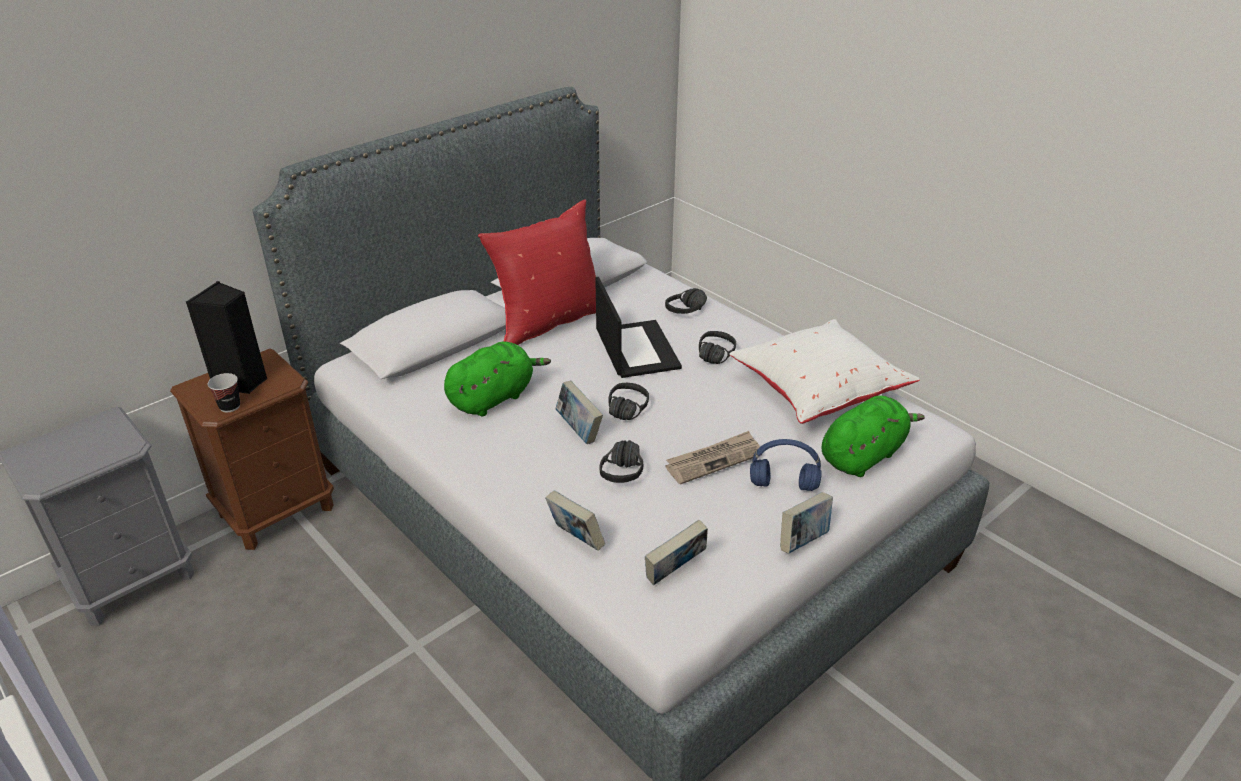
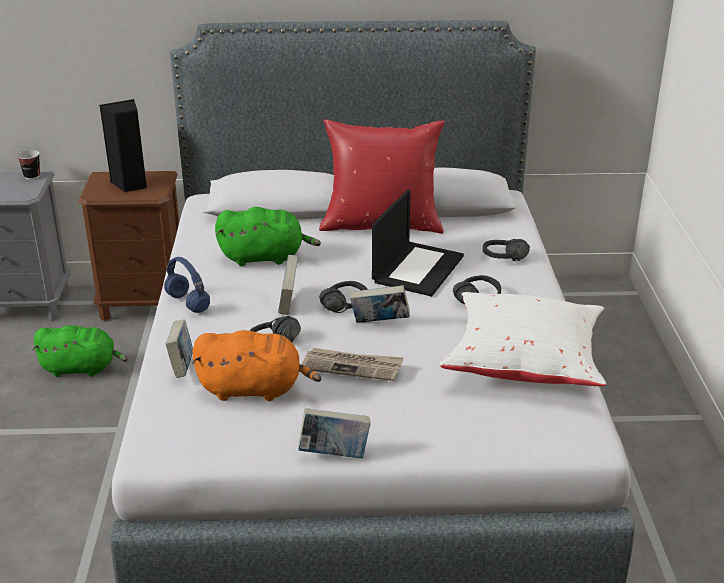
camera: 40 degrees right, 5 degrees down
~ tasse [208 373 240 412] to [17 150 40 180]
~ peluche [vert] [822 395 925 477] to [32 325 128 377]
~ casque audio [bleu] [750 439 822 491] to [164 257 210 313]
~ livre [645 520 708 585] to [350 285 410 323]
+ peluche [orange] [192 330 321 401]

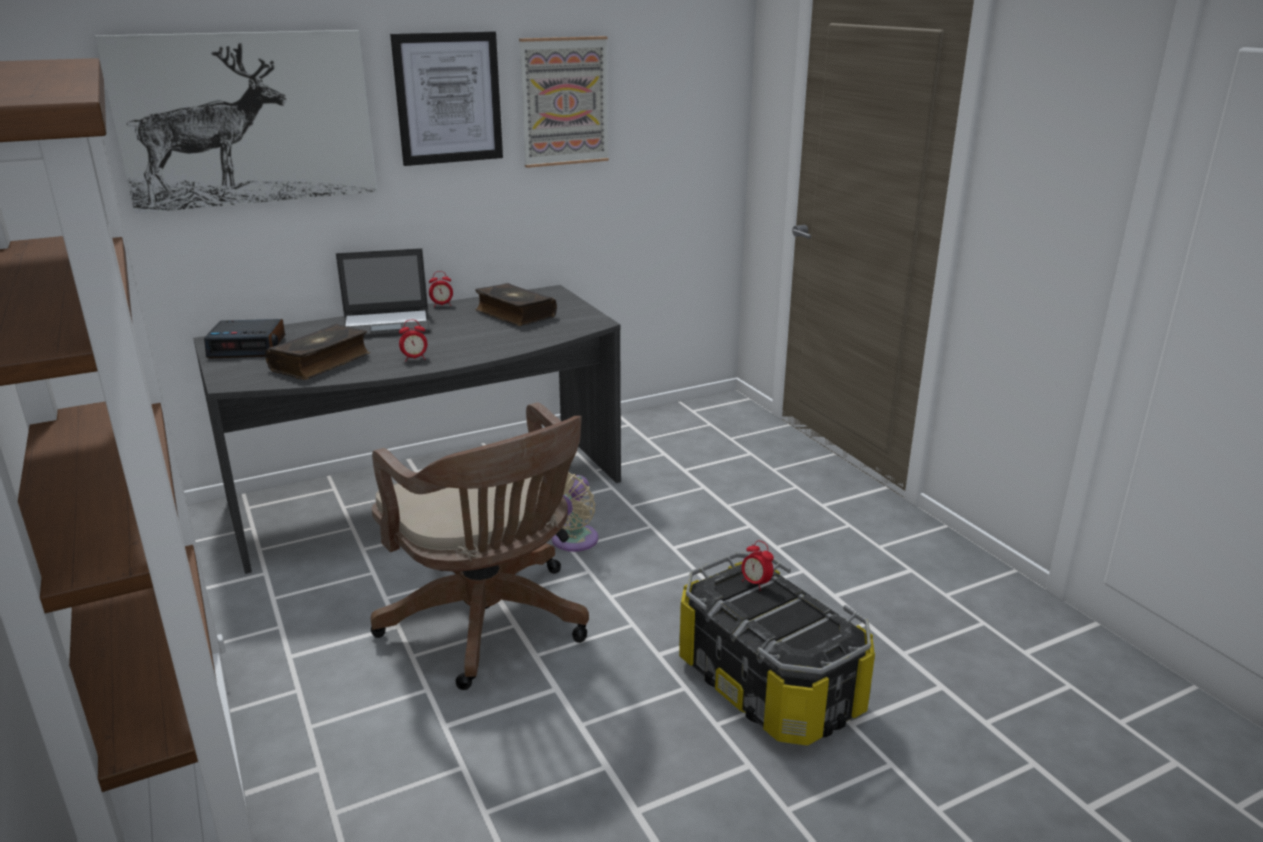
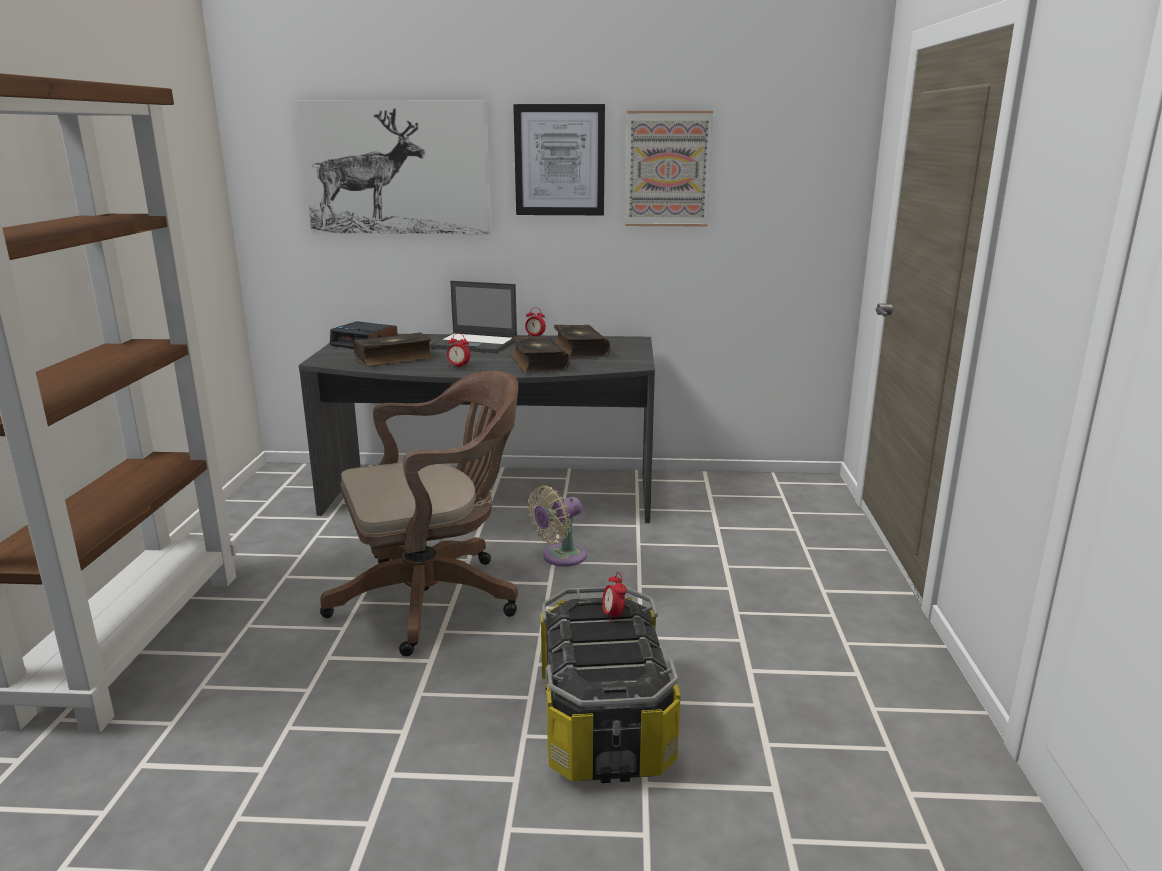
camera: 30 degrees right, 5 degrees down
~ chaise de bureau [marron] [371 402 589 690] = [320 371 519 656] 105 degrees counterclockwise
+ livre [510 336 570 373]

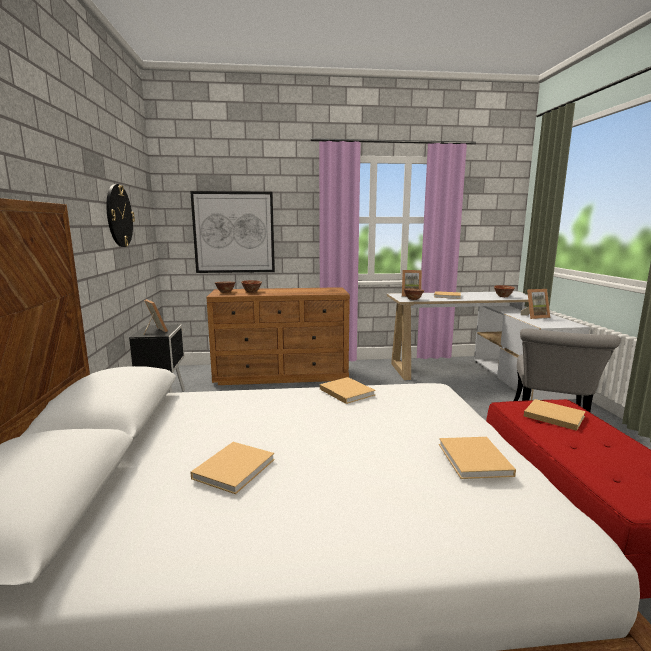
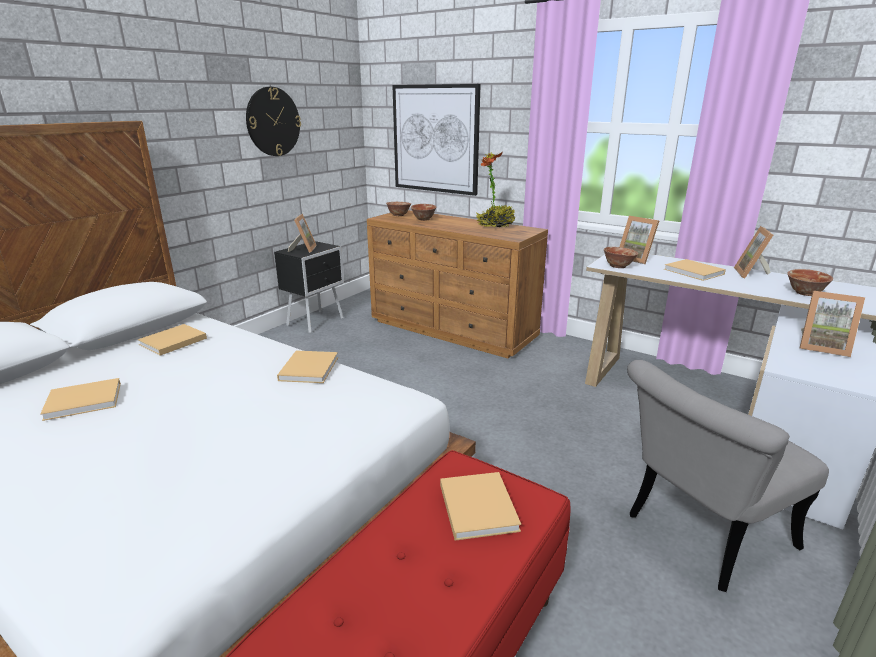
camera: 40 degrees right, 10 degrees up
~ livre [beige] [439 437 516 479] to [138 324 207 356]
+ plante en pot [476 152 515 228]
+ cadre photo [734 226 773 278]

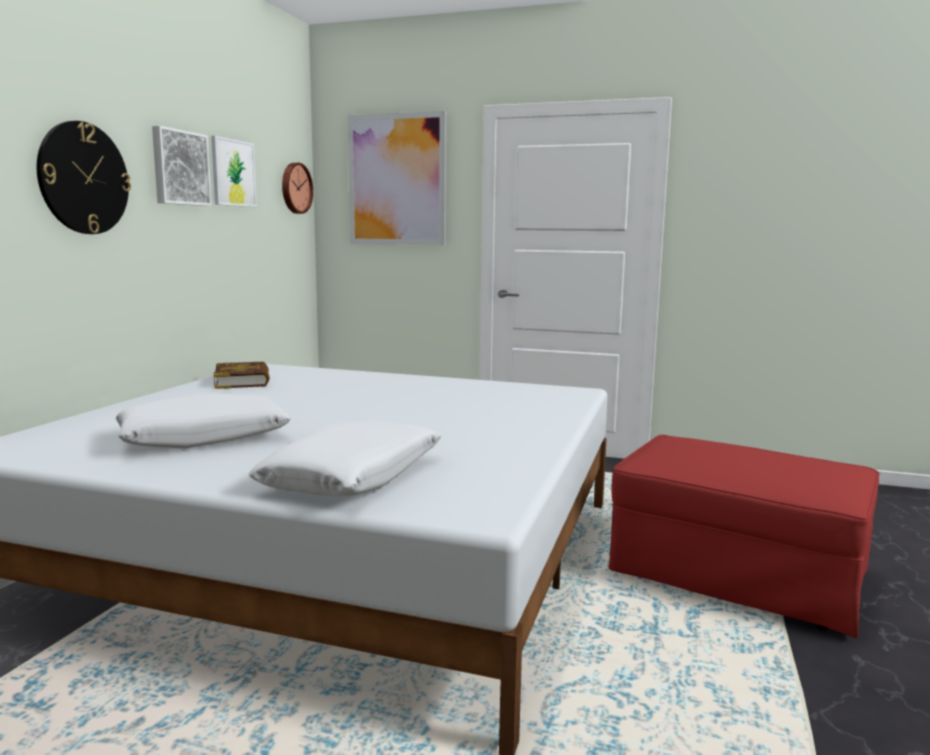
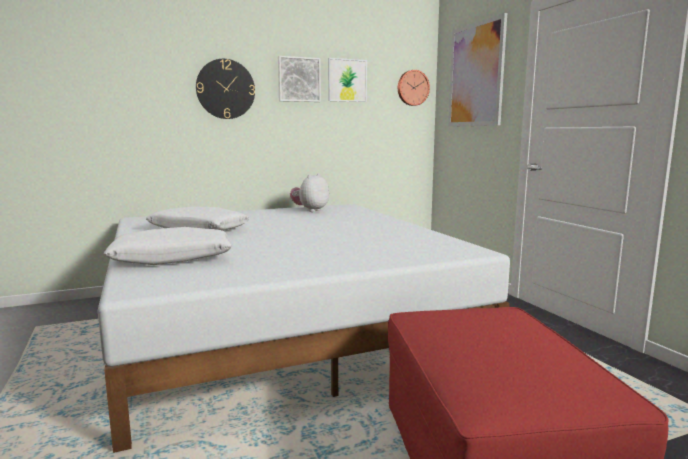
camera: 50 degrees right, 0 degrees up
~ livre [214 362 270 389] to peluche [290 173 329 212]

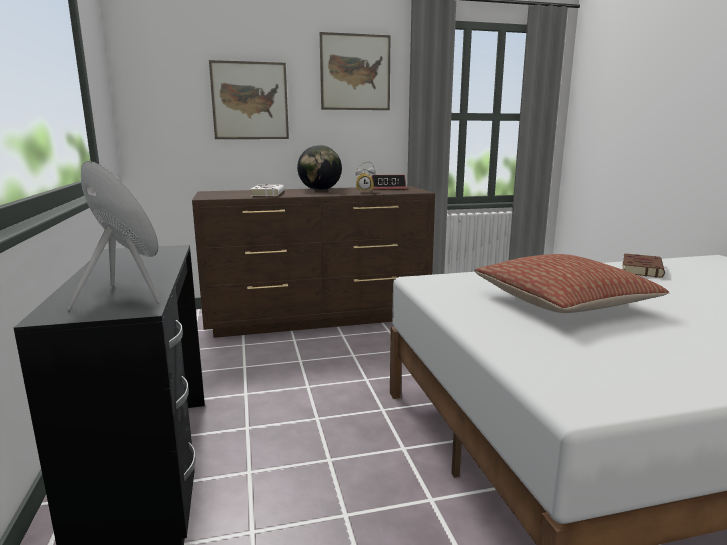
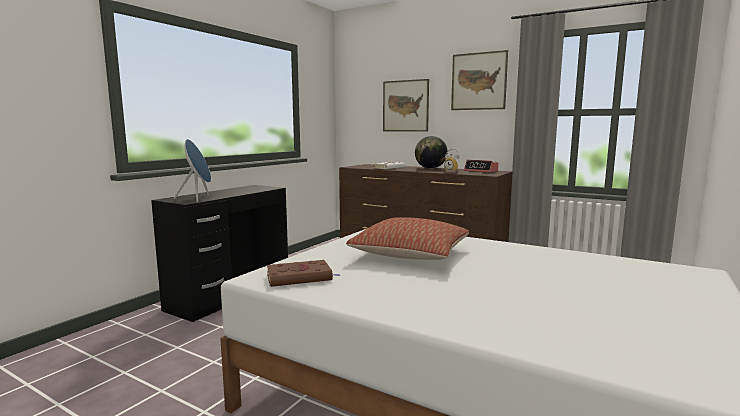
camera: 45 degrees right, 5 degrees down
~ livre [marron] [622 253 665 278] to [267 260 341 287]

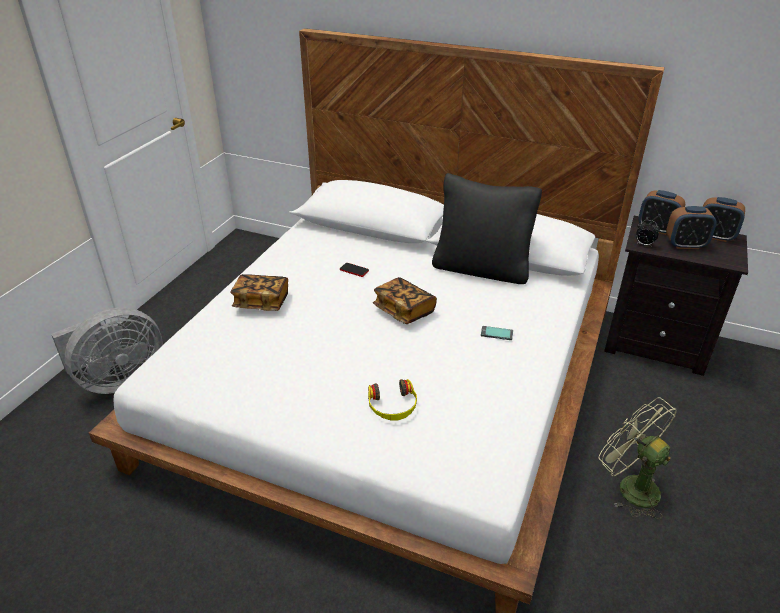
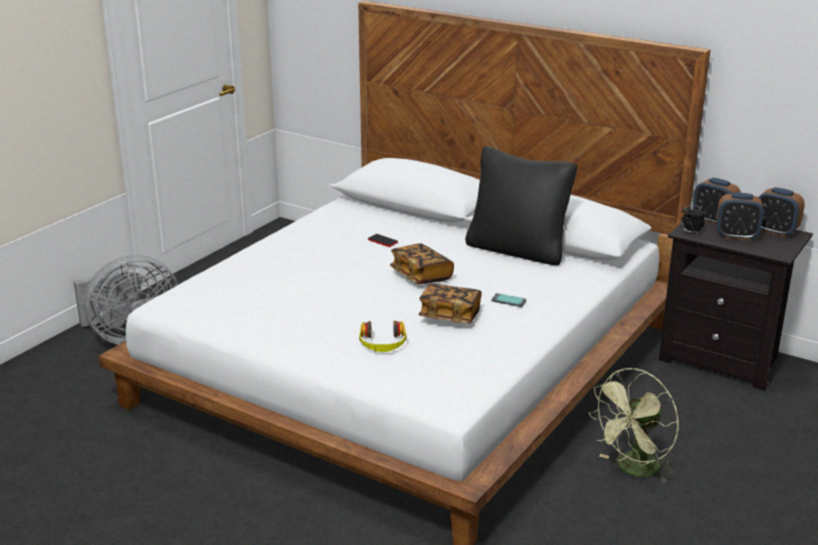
camera: 10 degrees right, 10 degrees down
~ livre [230 274 288 311] to [419 284 482 324]
~ ventilateur [vert] [599 397 678 519] = [588 368 679 483] 105 degrees counterclockwise

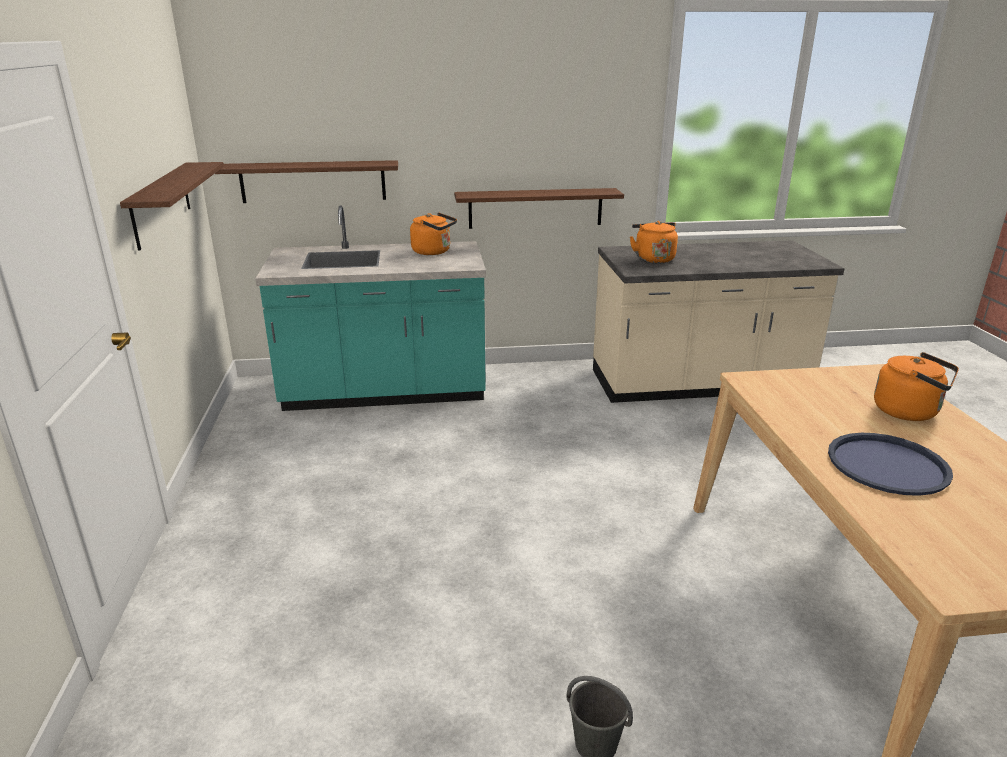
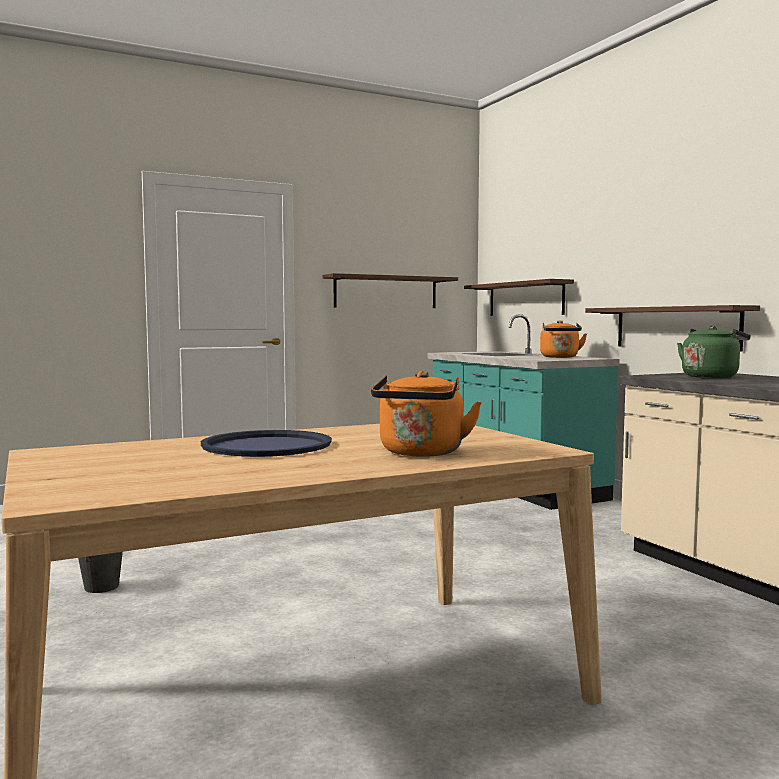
camera: 70 degrees right, 20 degrees down
~ bouilloire [orange] [630 221 678 263] to bouilloire [vert] [677 325 751 378]

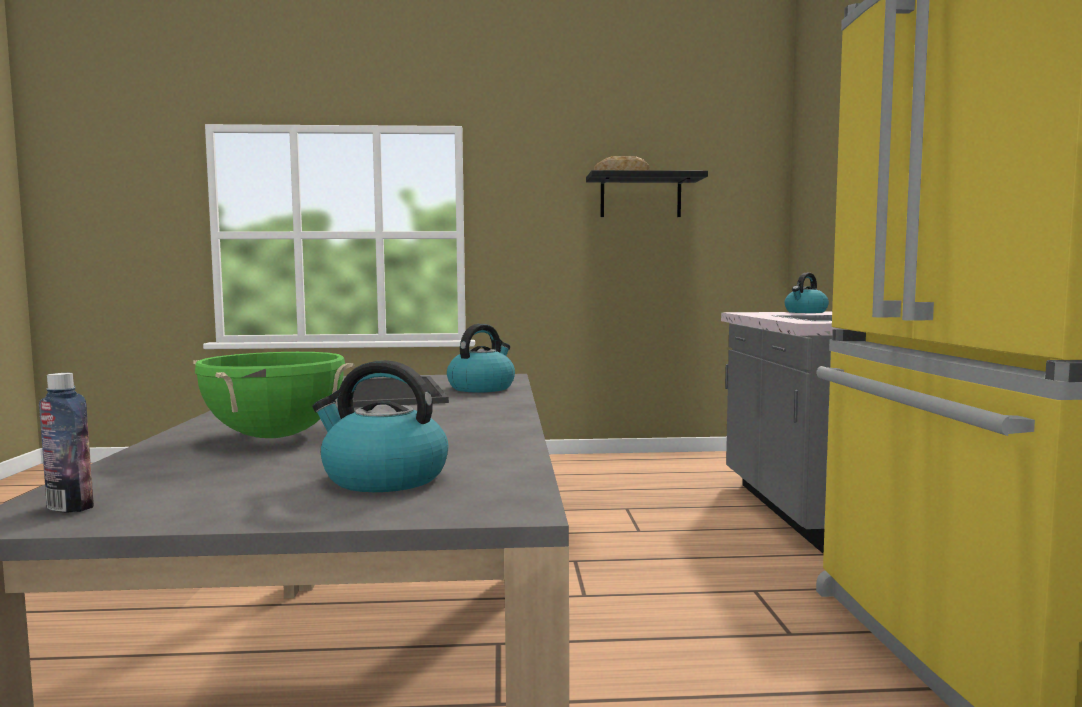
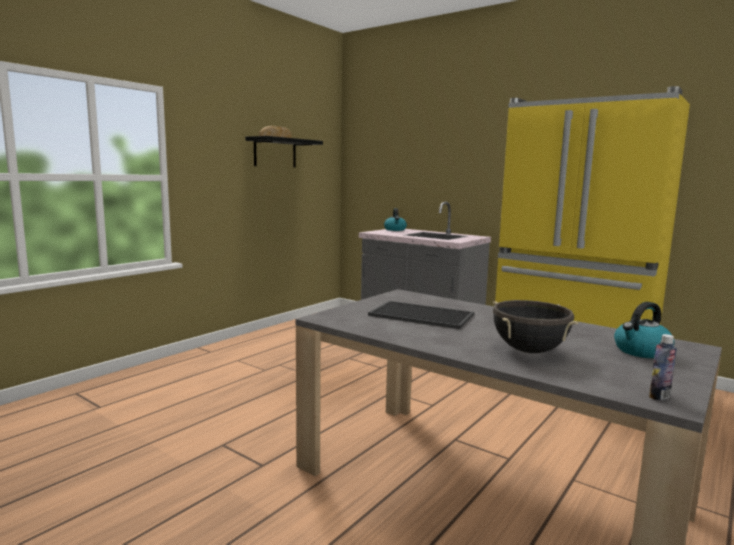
camera: 50 degrees left, 5 degrees up
- bouilloire [447 324 515 392]
~ marmite [vert] [193 352 354 438] to marmite [noir] [493 300 578 353]

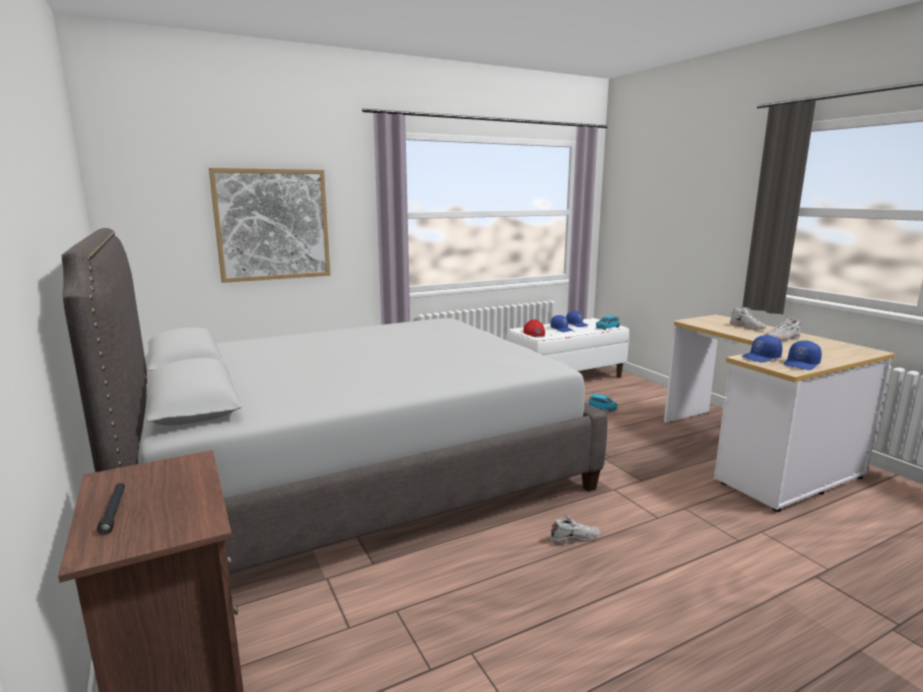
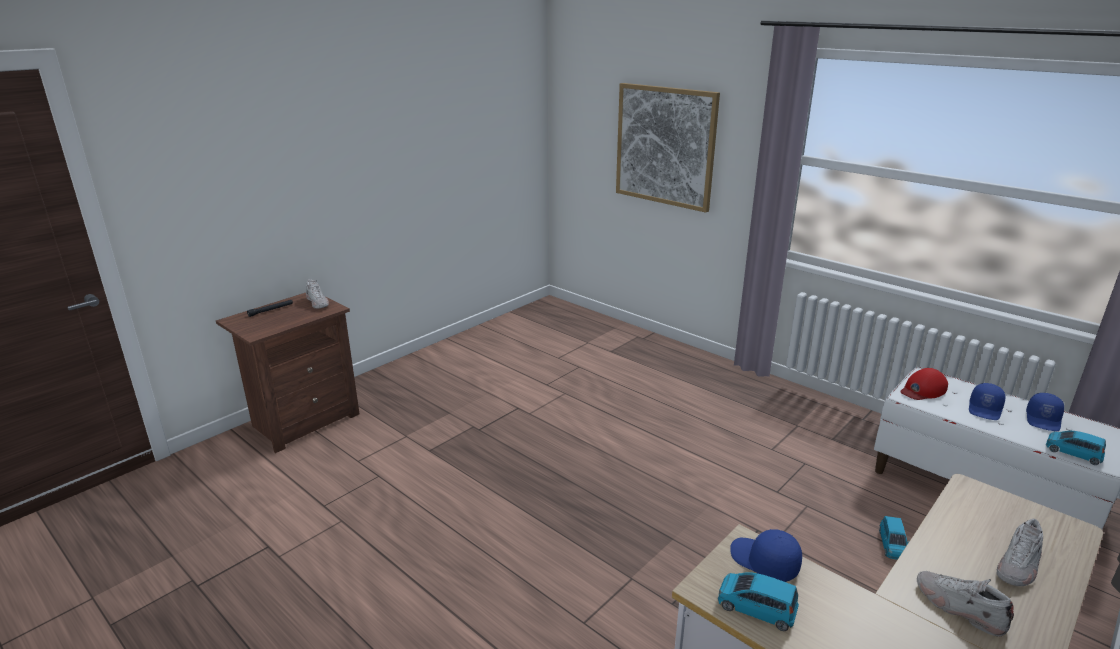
camera: 70 degrees right, 10 degrees up
- lit [gris] [61 228 608 574]
~ casquette [bleu] [784 341 822 370] to petite voiture [bleu] [718 572 799 631]
~ chaussure [blanc] [550 515 600 545] to [306 279 329 309]

